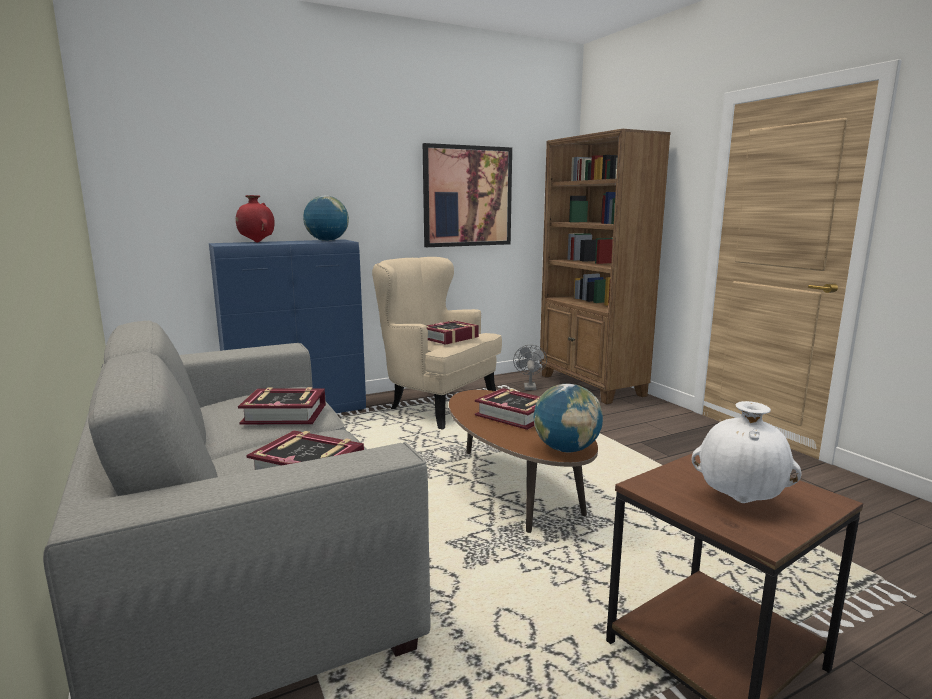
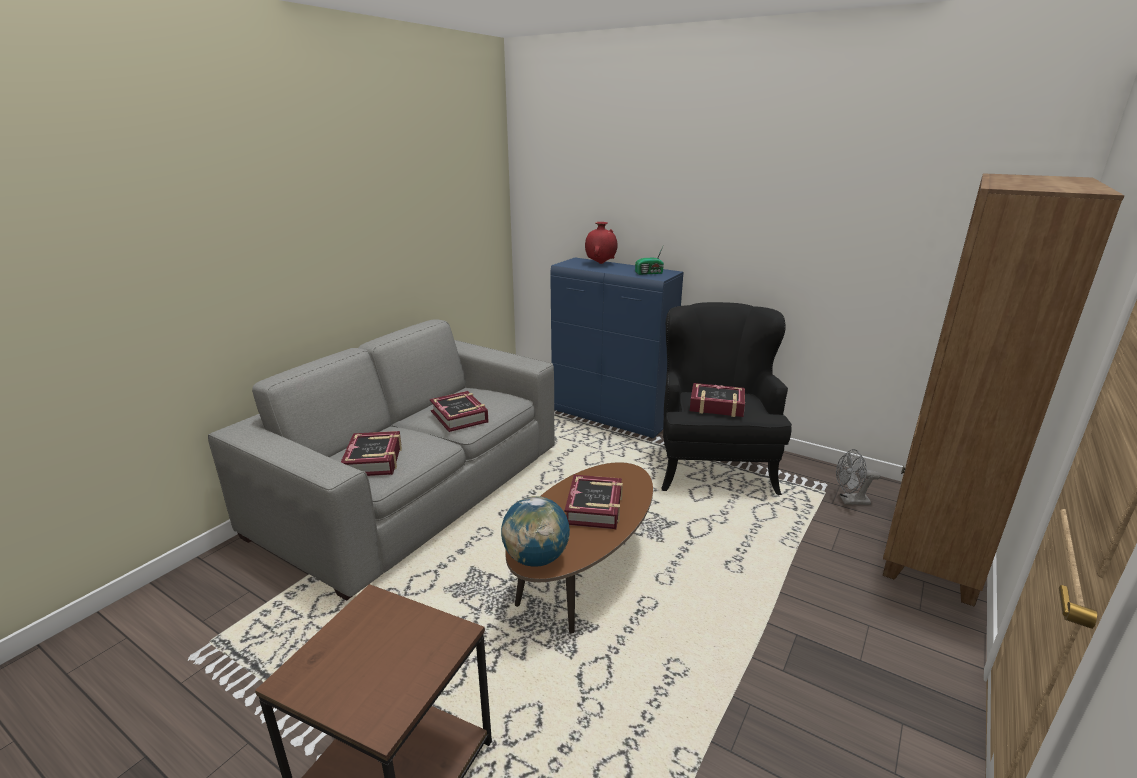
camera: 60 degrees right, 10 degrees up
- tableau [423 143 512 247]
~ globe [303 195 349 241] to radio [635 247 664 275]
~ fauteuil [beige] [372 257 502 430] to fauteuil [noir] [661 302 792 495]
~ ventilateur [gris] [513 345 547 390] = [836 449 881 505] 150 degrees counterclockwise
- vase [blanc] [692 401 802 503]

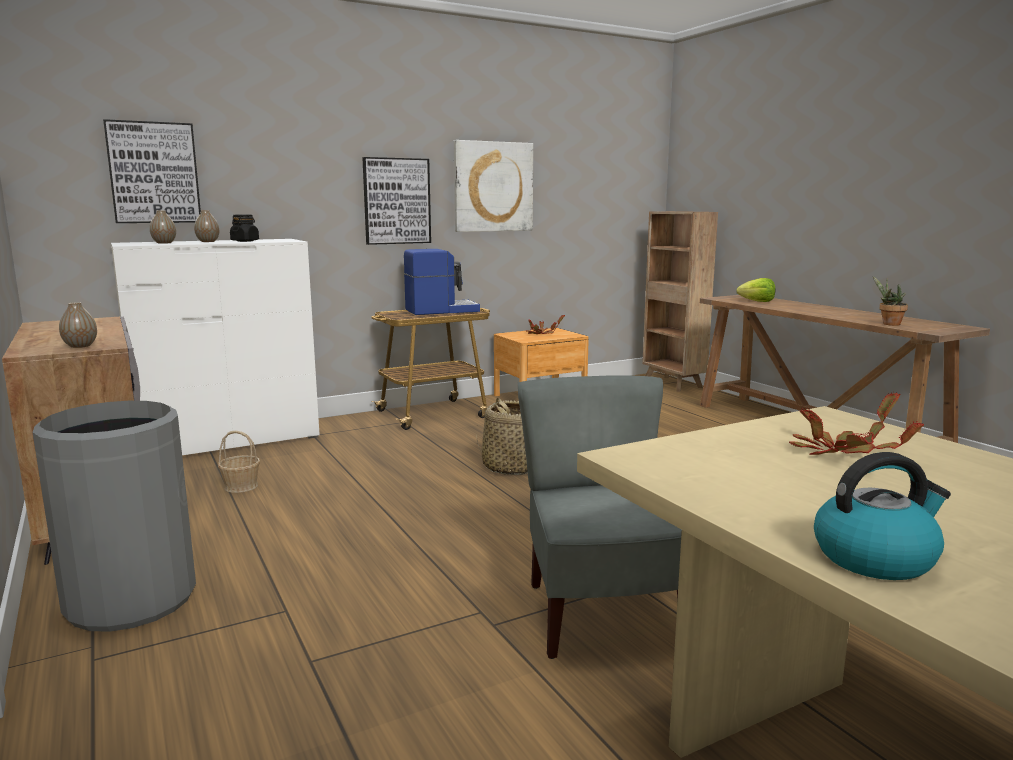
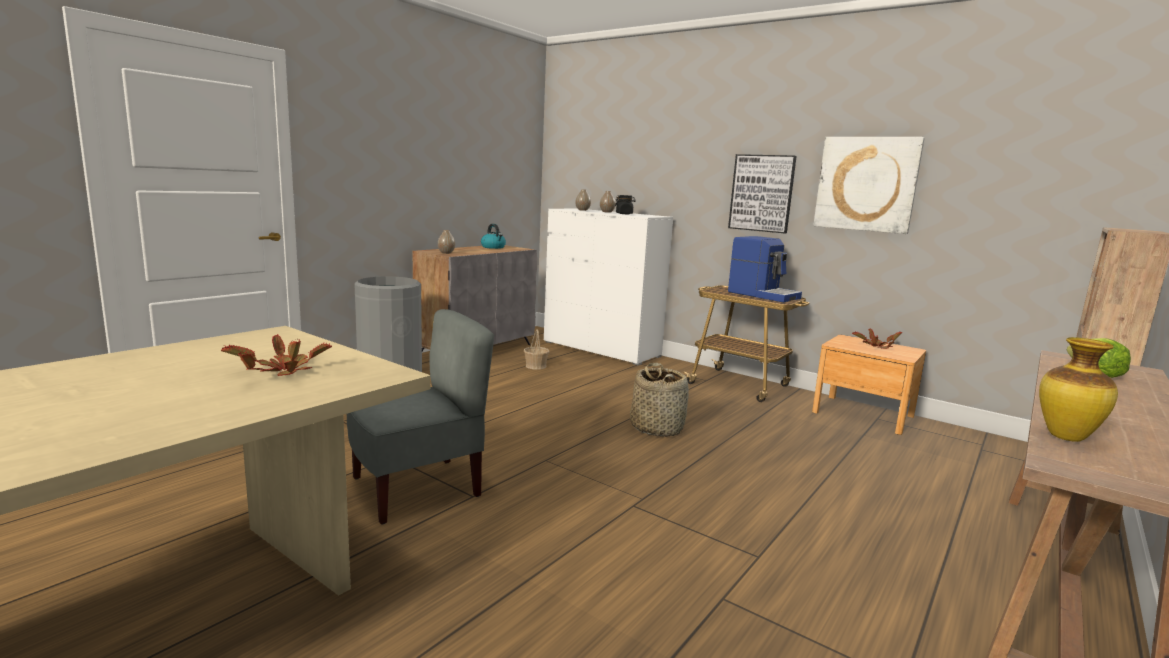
camera: 65 degrees right, 0 degrees up
- tableau [103 119 201 223]
~ plante en pot [873 276 908 326] to vase [1039 337 1118 442]
~ bouilloire [814 452 951 580] to [481 224 506 249]

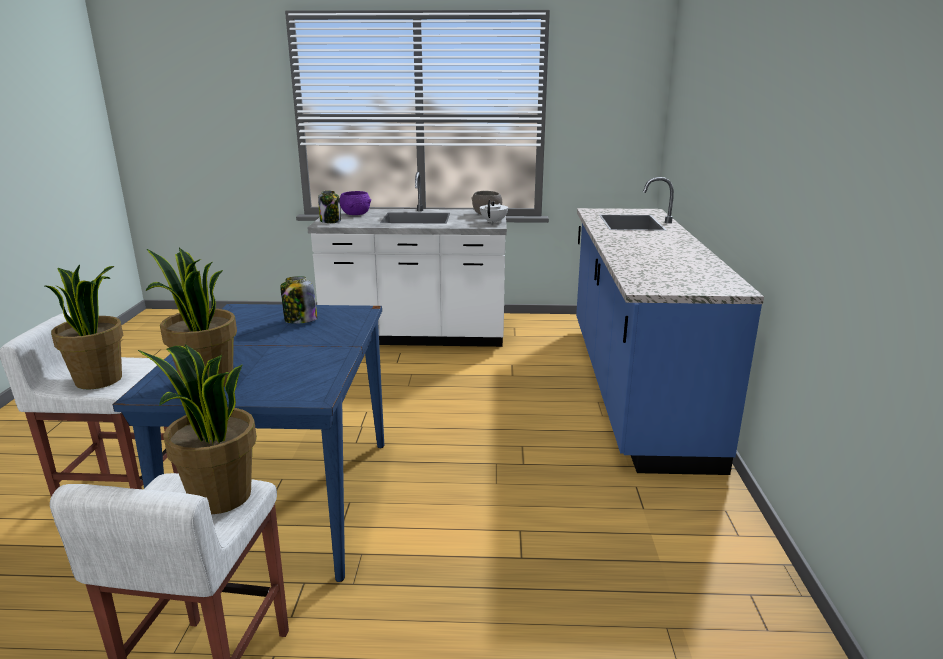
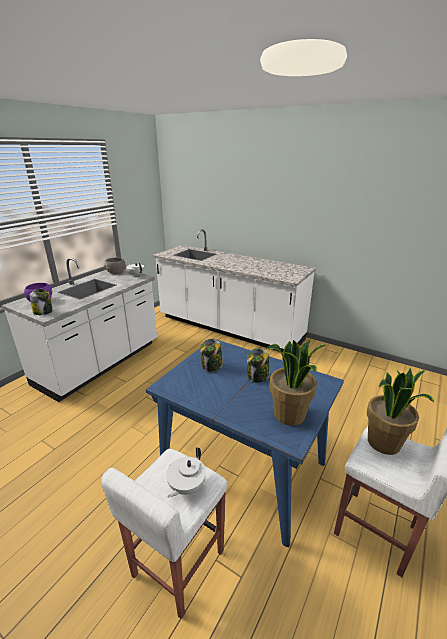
camera: 60 degrees left, 5 degrees up
~ comptoir de cuisine [bleu] [576 177 764 475] to comptoir de cuisine [blanc] [153 229 316 352]
~ plante en pot [45 264 124 389] to théière [blanc] [166 447 206 498]
+ bocal [247 348 269 383]

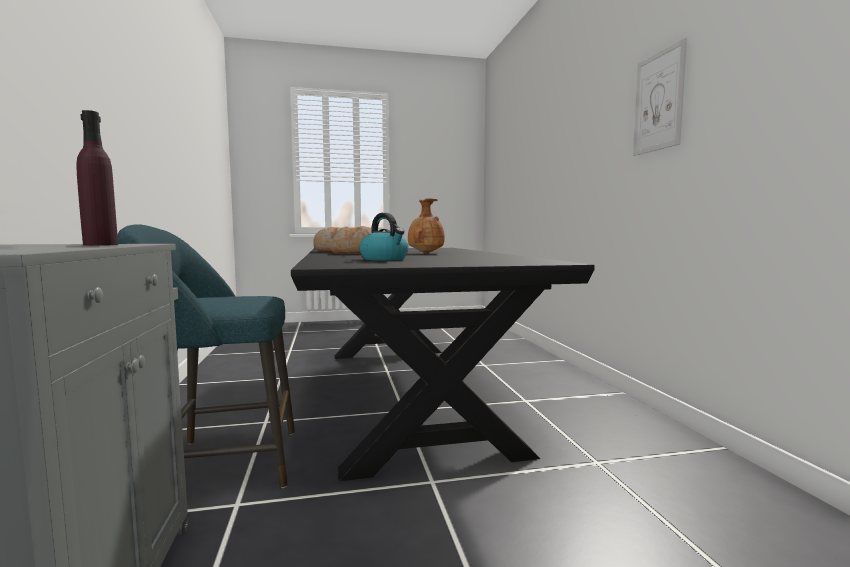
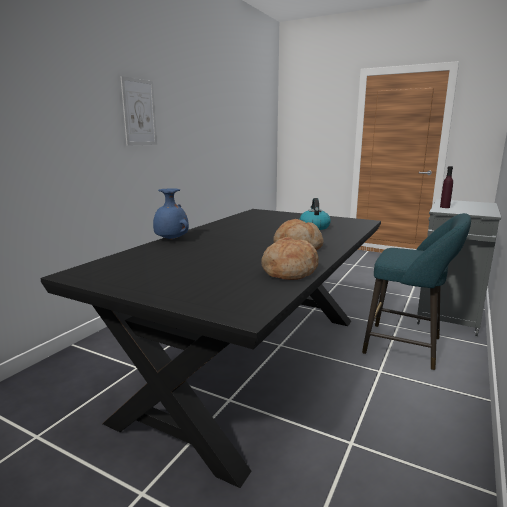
camera: 140 degrees left, 10 degrees up
- vase [marron] [408 198 445 254]
+ vase [bleu] [153 188 189 240]

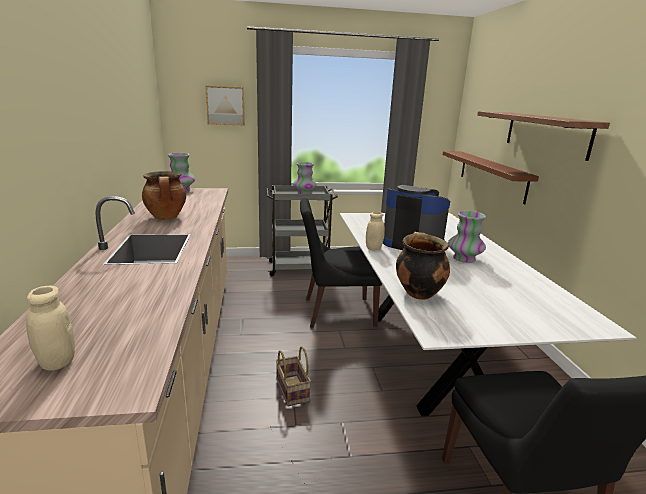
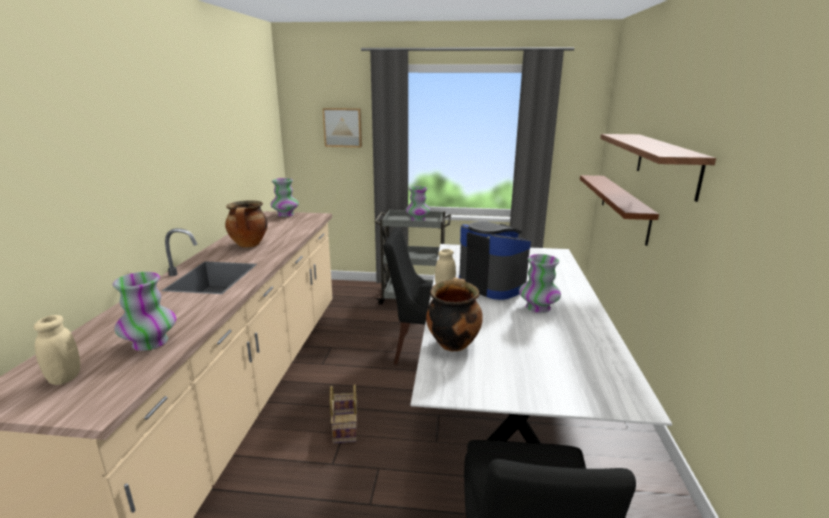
camera: 15 degrees right, 0 degrees up
+ vase [113 272 176 351]

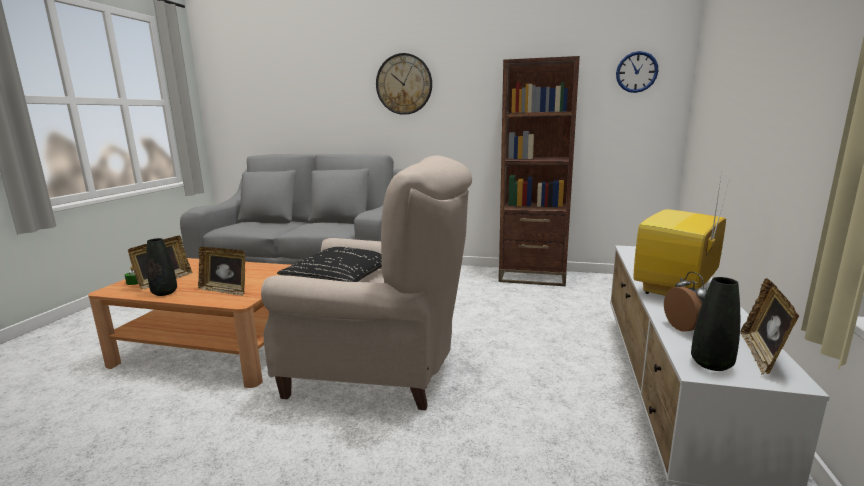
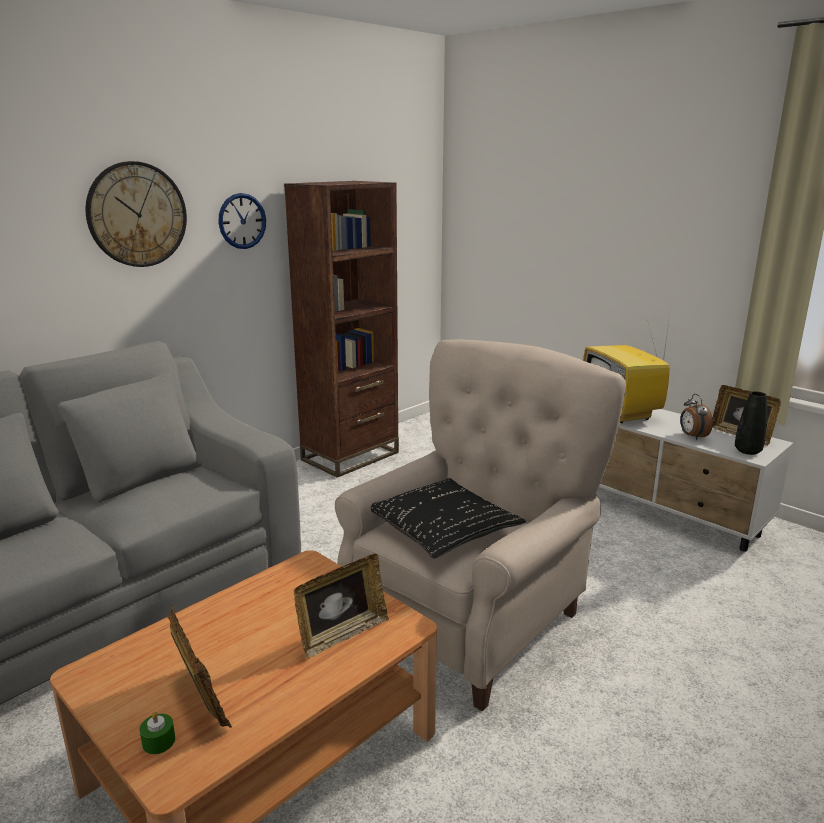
camera: 60 degrees left, 5 degrees up
~ horloge murale [616 51 658 93] to [218 193 266 249]
- vase [noir] [146 238 177 296]
~ réveil [664 271 708 332] = [680 394 713 440] 120 degrees counterclockwise

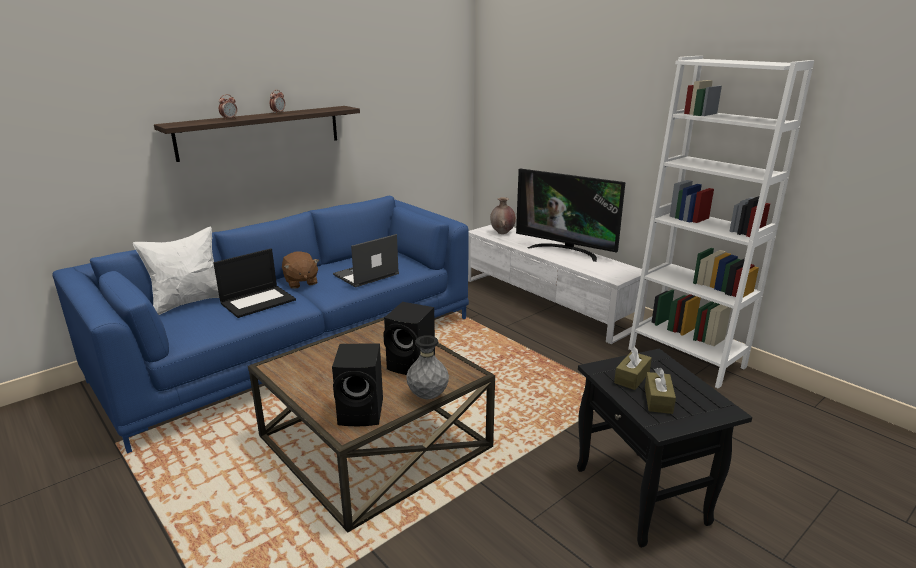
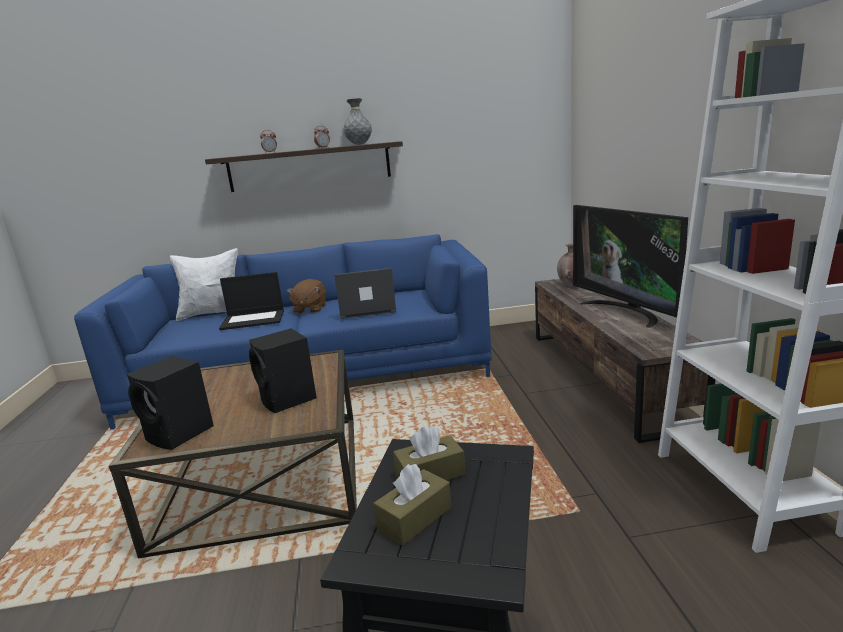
camera: 35 degrees right, 5 degrees down
~ meuble télé [blanc] [468 225 649 344] to meuble télé [marron] [535 279 715 443]
~ vase [gris] [406 335 449 399] to [343 98 372 145]

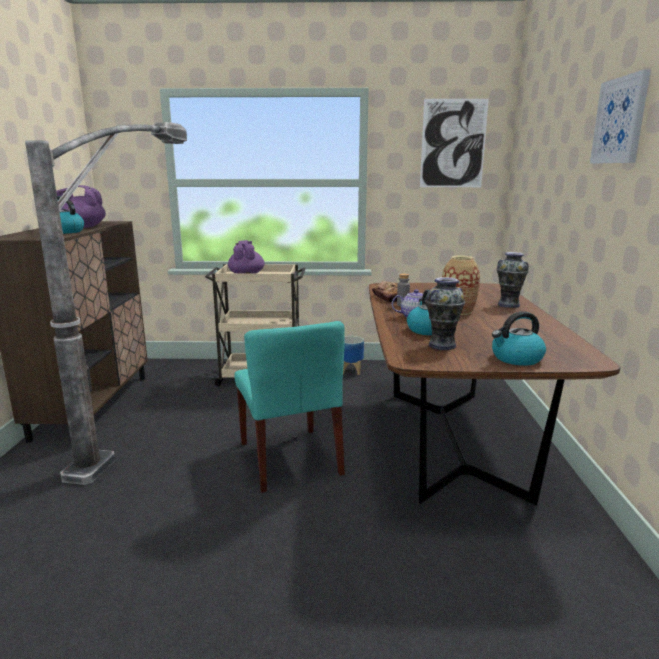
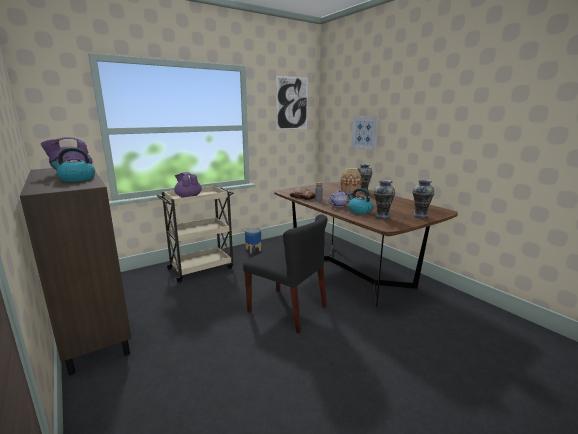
camera: 35 degrees left, 0 degrees up
~ tableau [590 69 651 163] to [351 116 379 150]
- lampadaire [25 122 187 485]
~ bouilloire [492 311 546 366] to vase [412 179 434 219]
~ chaise [turquoise] [234 321 345 493] to chaise [noir] [243 214 328 333]

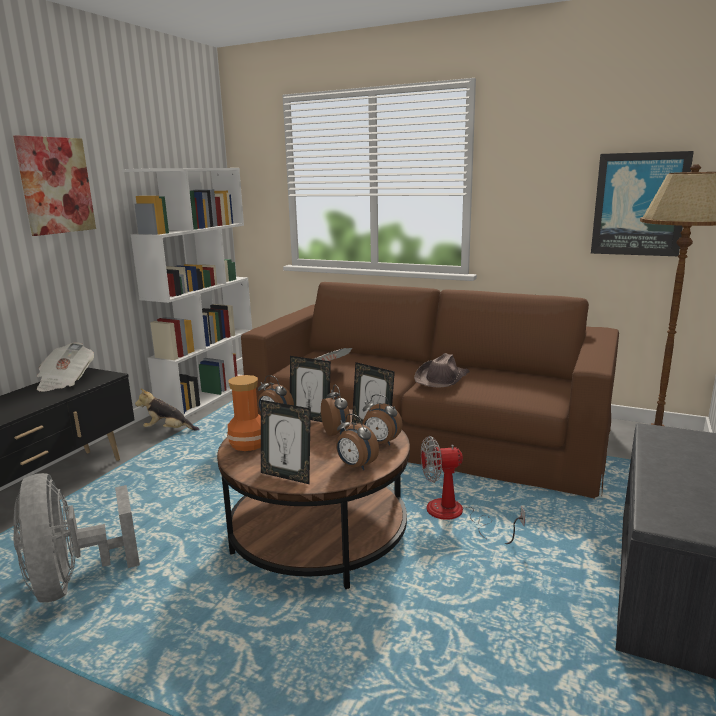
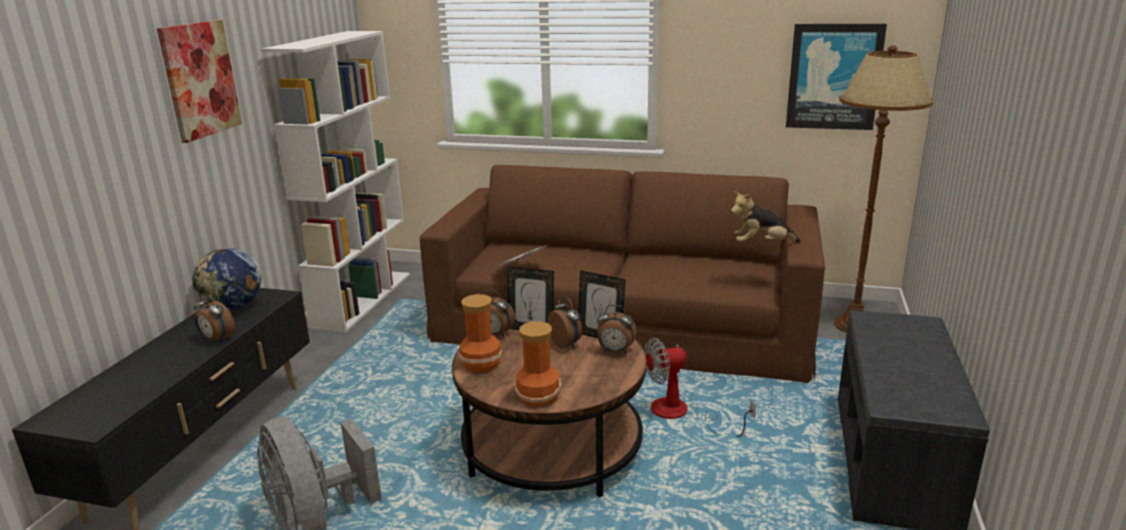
camera: 10 degrees left, 5 degrees up
~ journal [37 342 94 391] to globe [192 248 261 310]
- chapeau [marron] [414 353 470 387]
~ peluche [135 388 199 431] to [731 191 801 242]
~ cadre photo [261 400 311 484] to vase [515 321 561 406]
~ réveil [336 414 379 470] to [194 293 235 343]

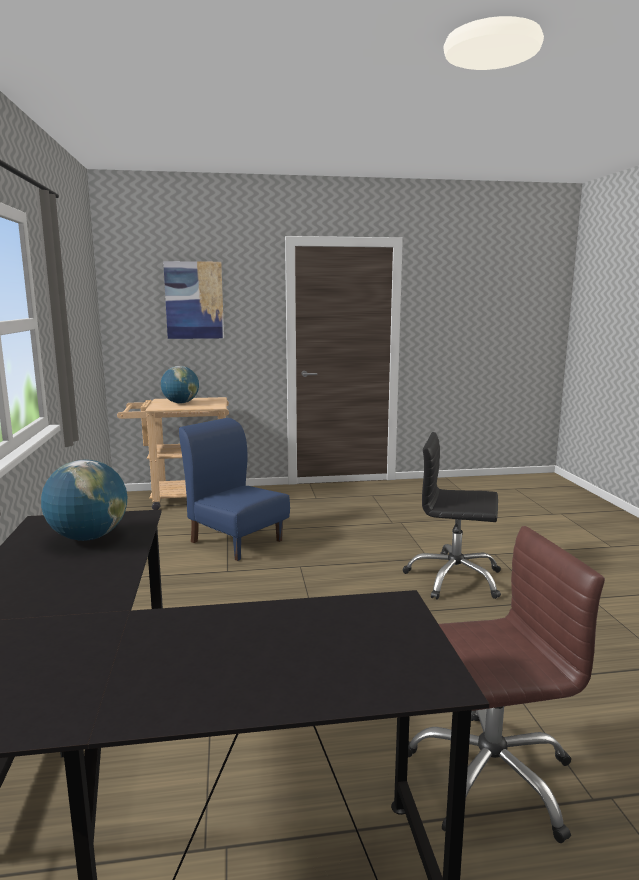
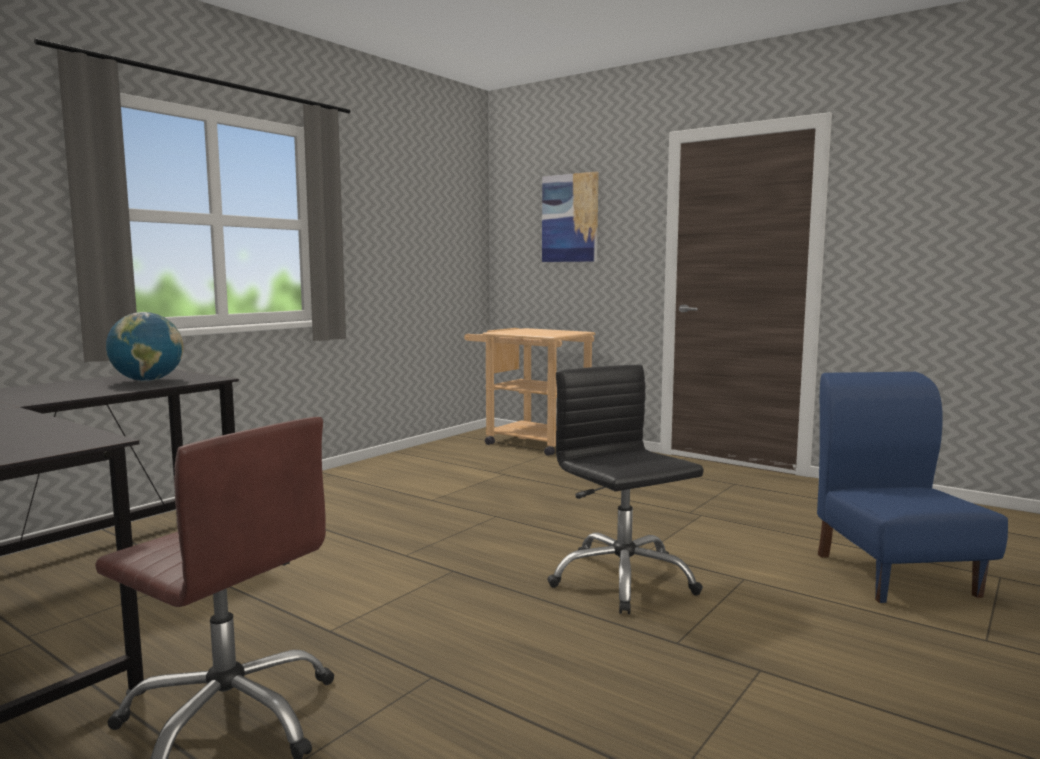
camera: 45 degrees right, 5 degrees down
- globe [161 366 199 404]
~ chaise [bleu] [179 418 290 561] to [817 372 1008 603]

